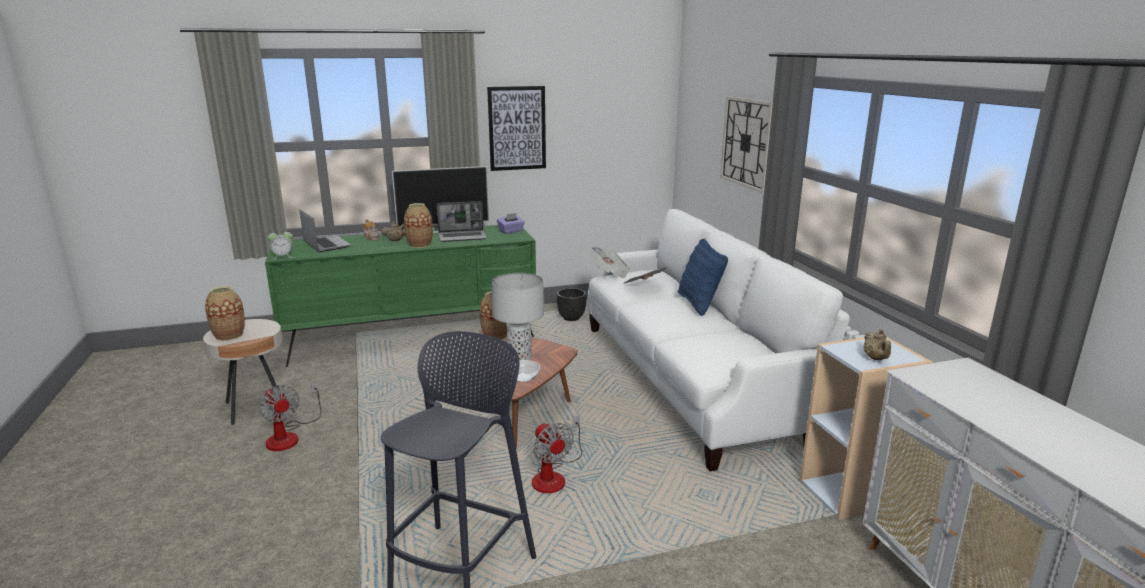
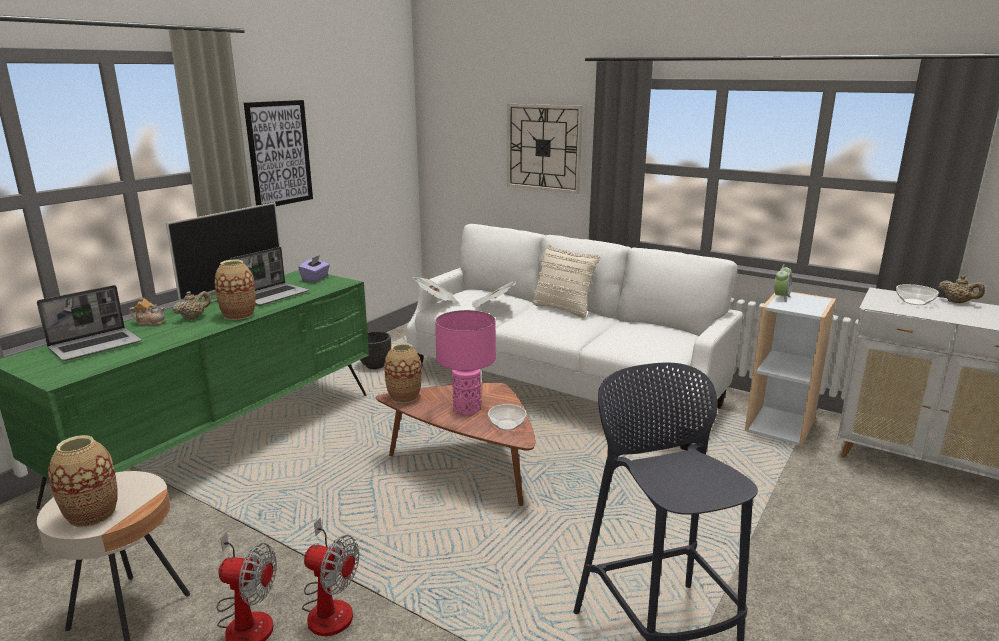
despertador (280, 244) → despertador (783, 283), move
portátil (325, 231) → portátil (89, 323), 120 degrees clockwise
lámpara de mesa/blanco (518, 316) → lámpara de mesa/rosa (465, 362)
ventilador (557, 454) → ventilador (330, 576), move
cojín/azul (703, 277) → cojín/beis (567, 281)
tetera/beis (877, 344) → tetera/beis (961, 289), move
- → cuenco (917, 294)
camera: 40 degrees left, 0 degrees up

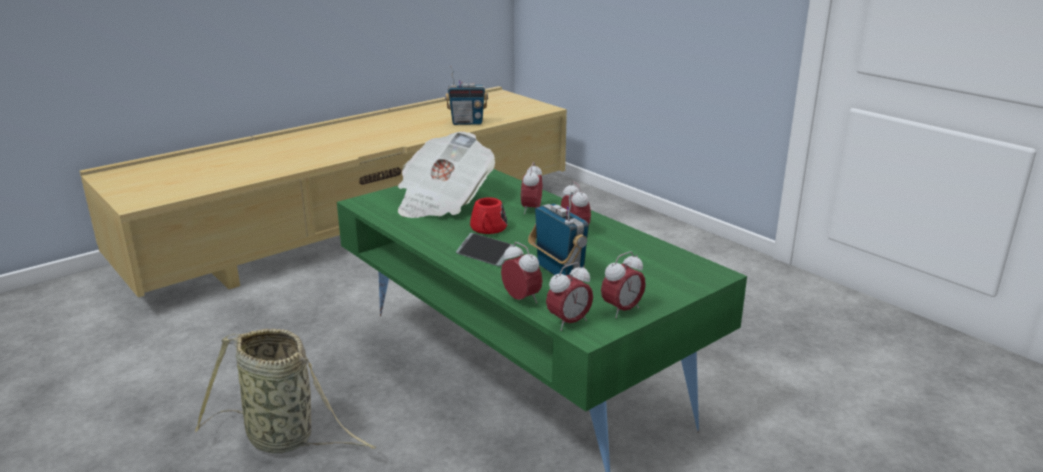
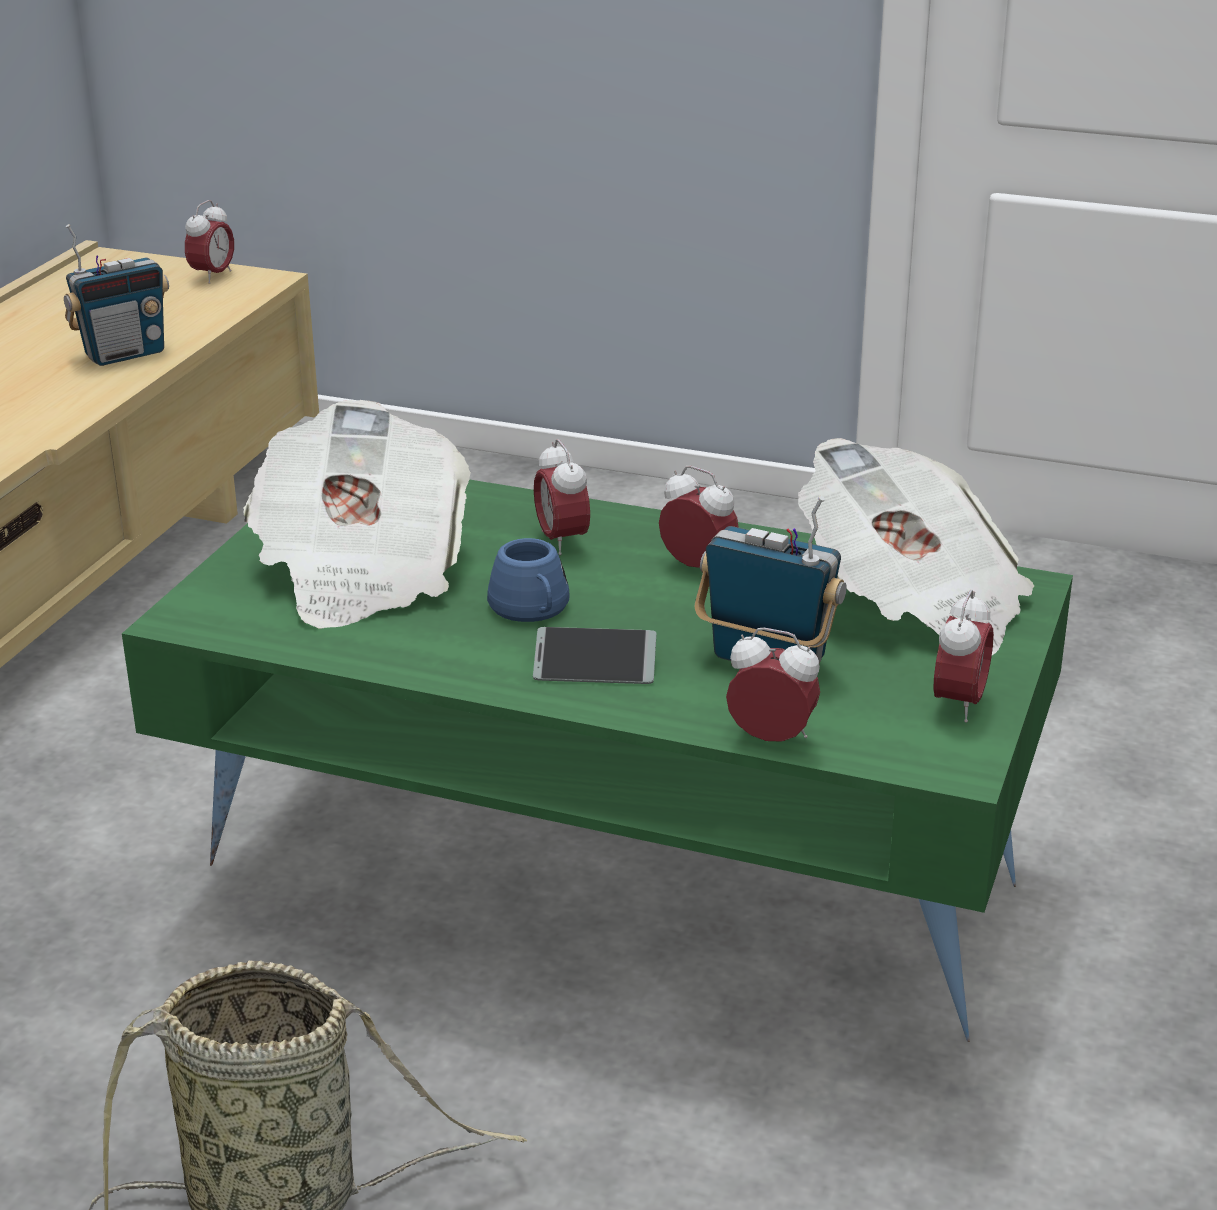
taza grande/rojo (488, 215) → taza grande/azul (528, 580)
despertador (569, 297) → despertador (209, 242), move
- → periódico (916, 546)
camera: 30 degrees left, 5 degrees up

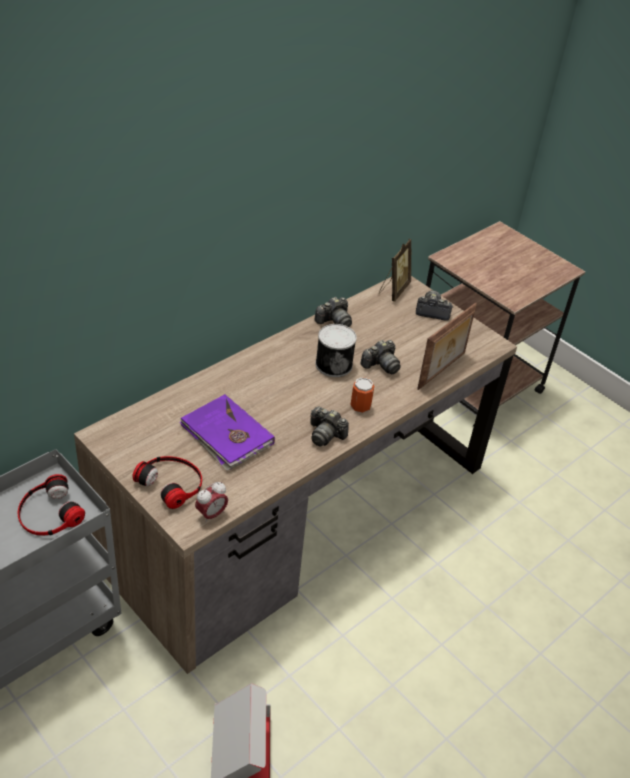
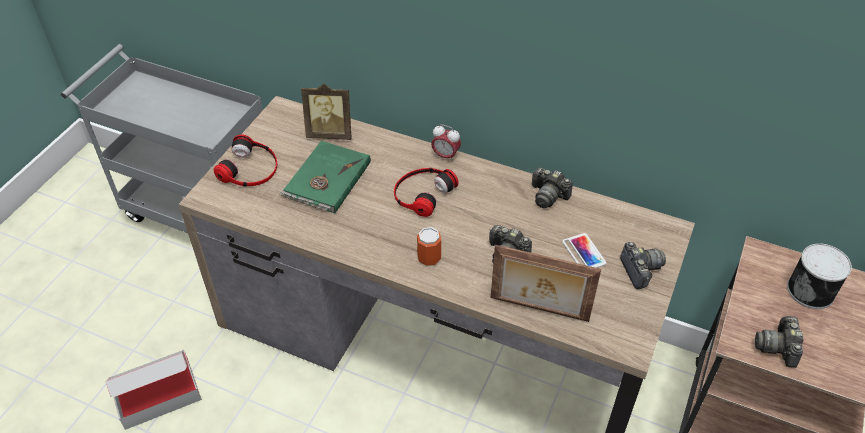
auriculares (51, 505) → auriculares (426, 192), move
libro/morado (227, 432) → libro/verde (325, 177)
despertador (211, 502) → despertador (446, 143), move
cámara (329, 426) → cámara (779, 341), move
lata (336, 350) → lata (819, 276), move
portarretratos (395, 270) → portarretratos (326, 112), move
- → móvil (584, 250)
camera: 70 degrees right, 5 degrees up

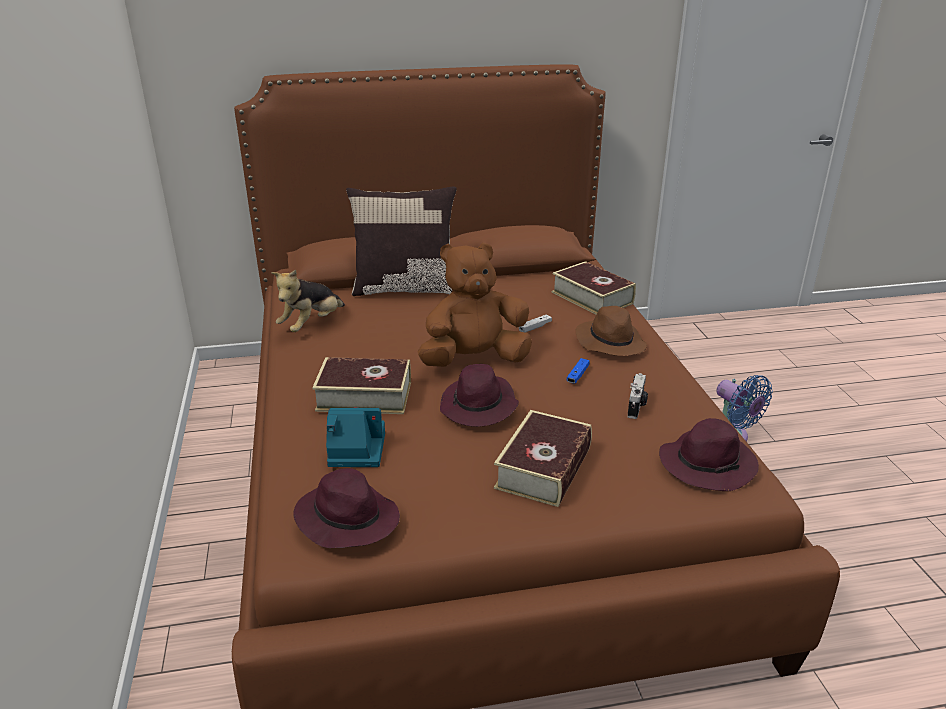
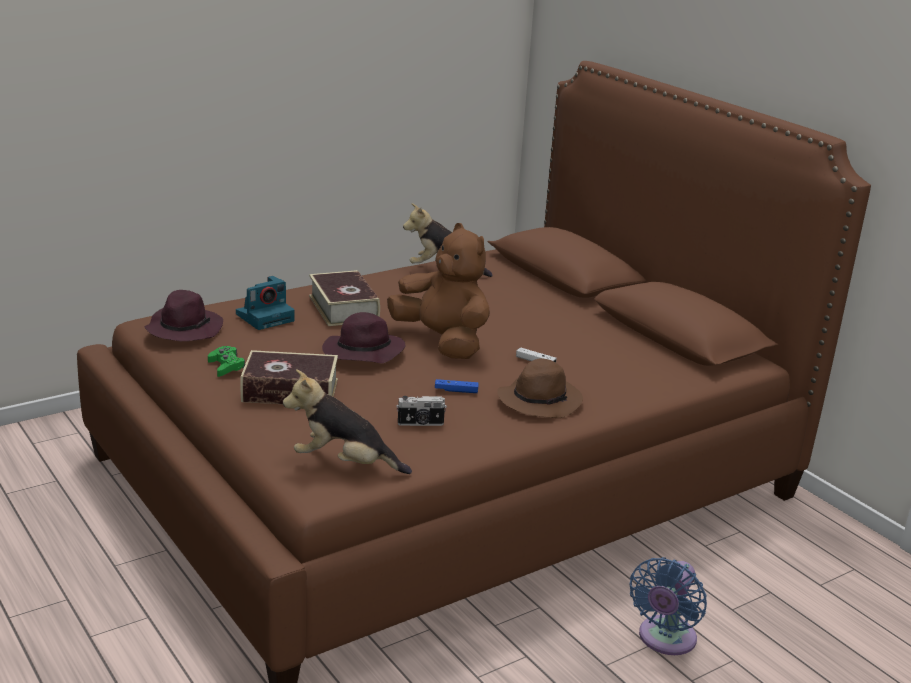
cámara (355, 437) → cámara (265, 303), 75 degrees clockwise
cojín (401, 241) → -
libro (594, 287) → -
sombrero/morado (709, 454) → peluche (347, 421)
- → mando de consola/verde (226, 361)
camera: 65 degrees right, 5 degrees down

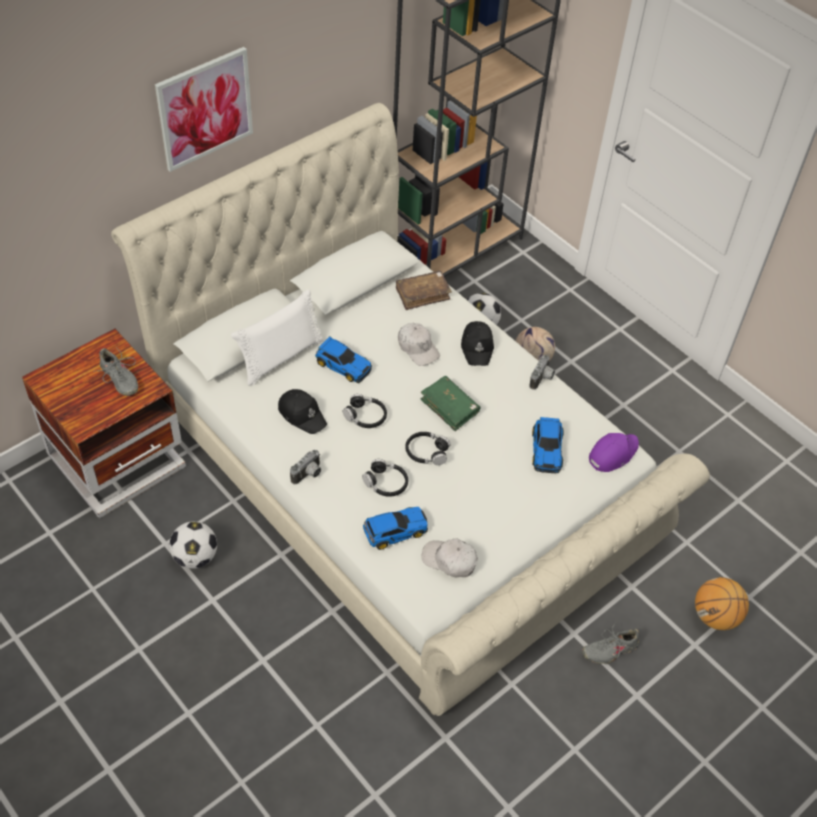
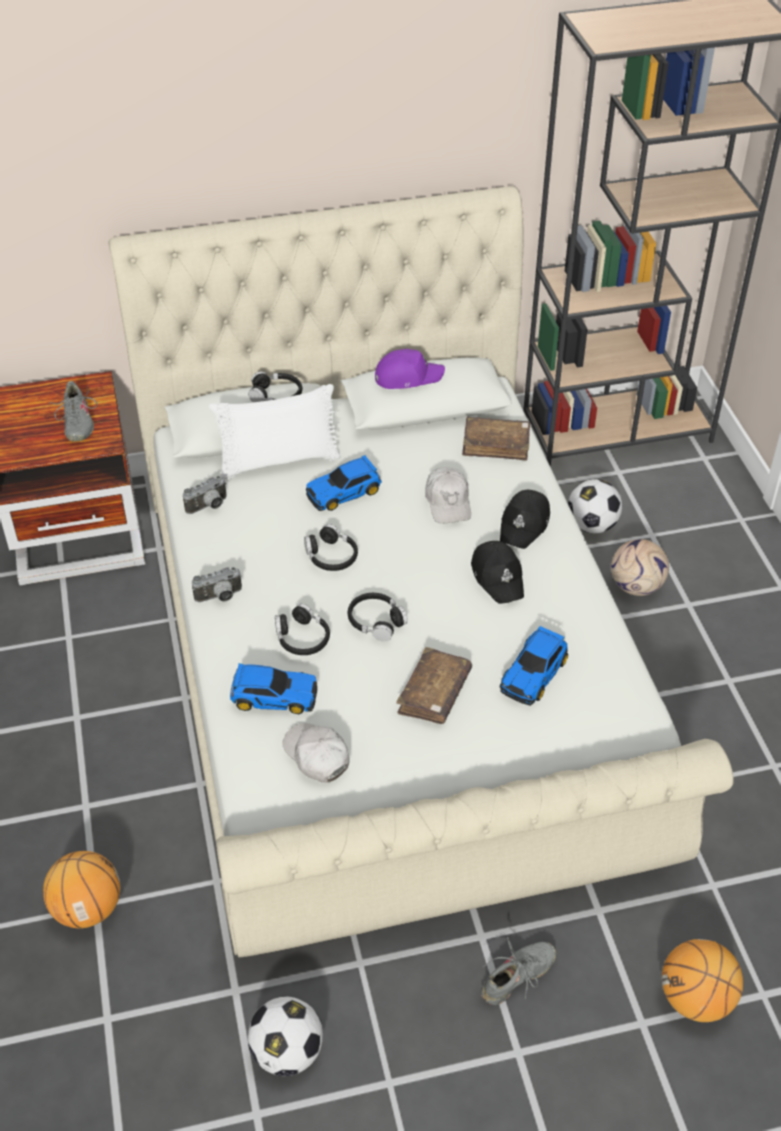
cuadro (204, 109) → -
balón de fútbol (193, 545) → balón de fútbol (285, 1036), move
gorra/negro (302, 411) → gorra/negro (497, 572), move
coche de juguete (343, 359) → coche de juguete (344, 483), 90 degrees clockwise
libro/verde (450, 403) → -
cámara (542, 372) → cámara (205, 495), move
zapato/gris (611, 643) → zapato/gris (519, 971), 135 degrees clockwise
gorra/morado (614, 452) → gorra/morado (410, 369), move
- → balón de baloncesto (81, 889)
- → auriculares/negro (275, 386)
- → libro/marrón (434, 685)
camera: 30 degrees right, 5 degrees down

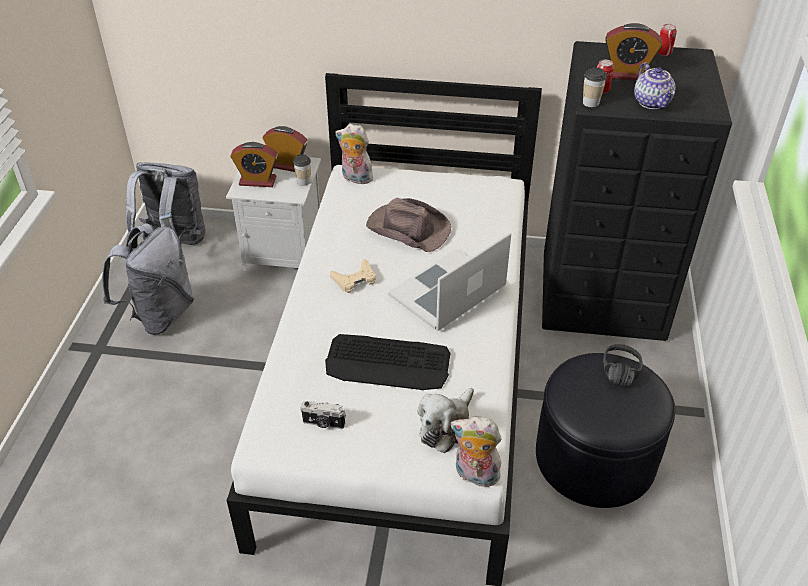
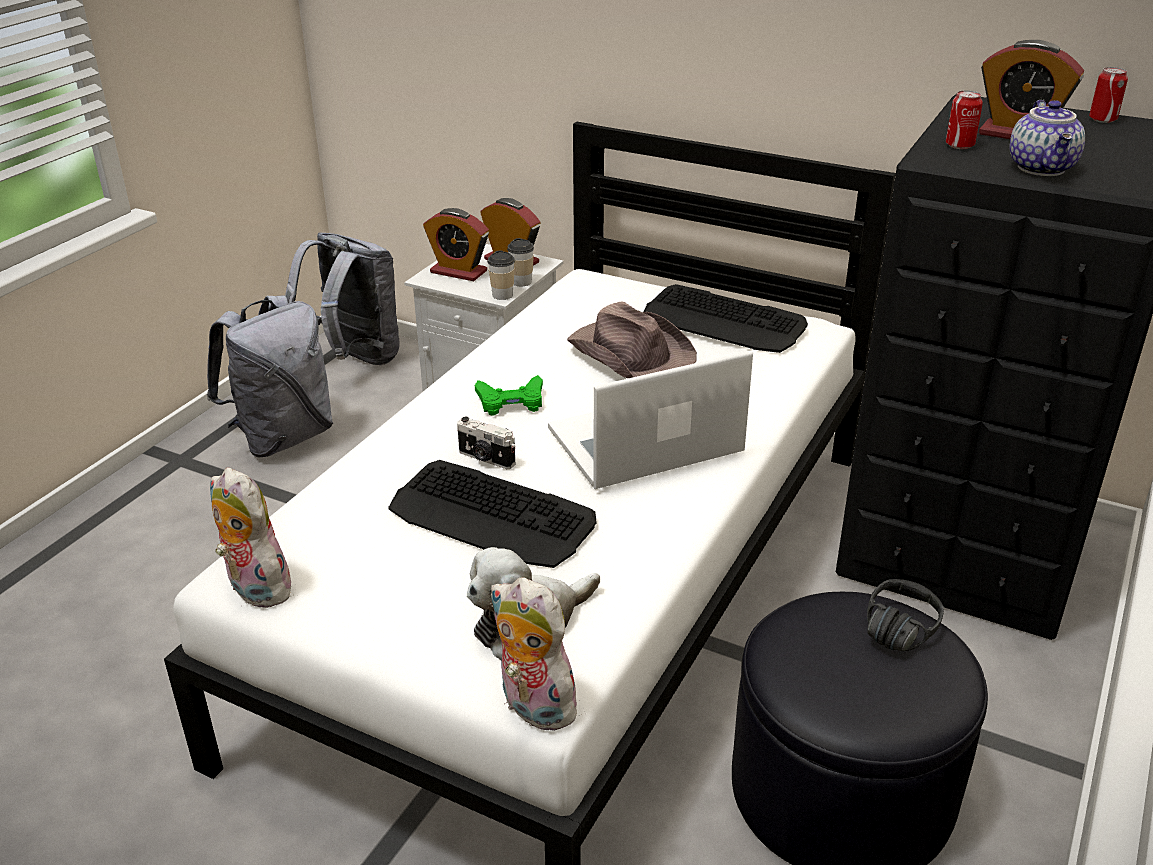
cámara (323, 415) → cámara (486, 442), move
mando de consola/beis (353, 276) → mando de consola/verde (509, 395)
peluche (354, 154) → peluche (250, 538), move
taza (595, 87) → taza (501, 275), move
- → teclado (726, 318)
camera: 20 degrees right, 10 degrees down

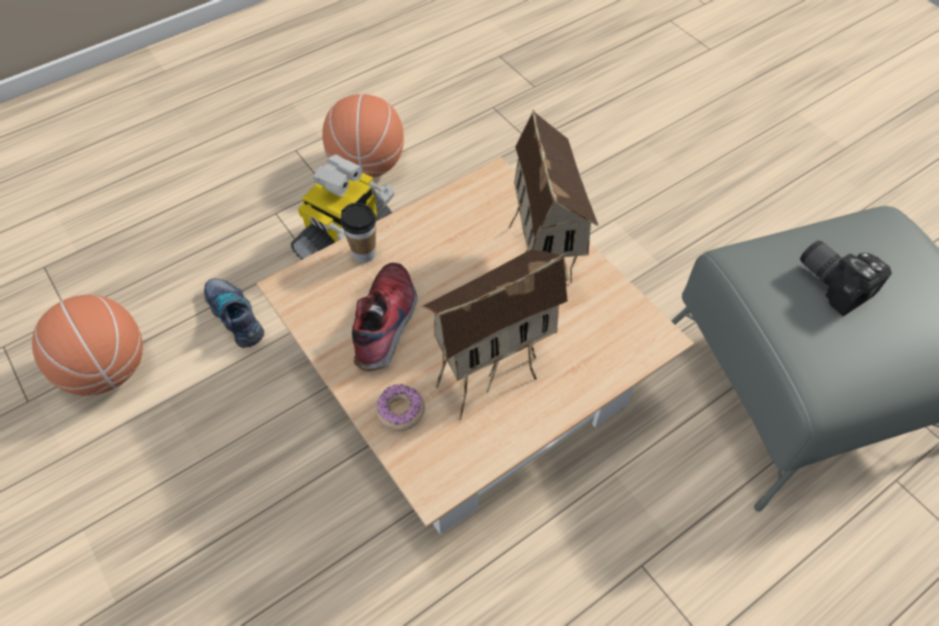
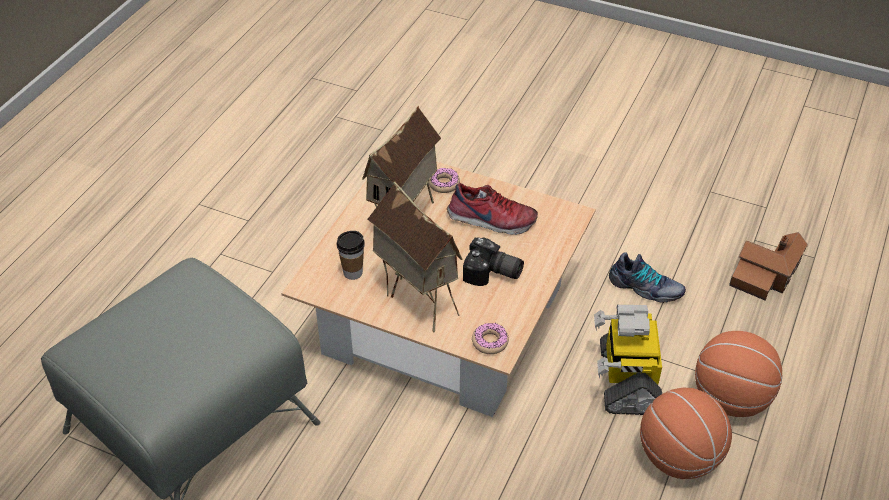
balón de baloncesto (87, 345) → balón de baloncesto (738, 374), move
taza (358, 233) → taza (351, 255), move
zapato (385, 317) → zapato (492, 209), 60 degrees counterclockwise
cámara (846, 278) → cámara (493, 261), move
- → rosquilla (490, 338)
- → casita (768, 266)
camera: 150 degrees right, 10 degrees down

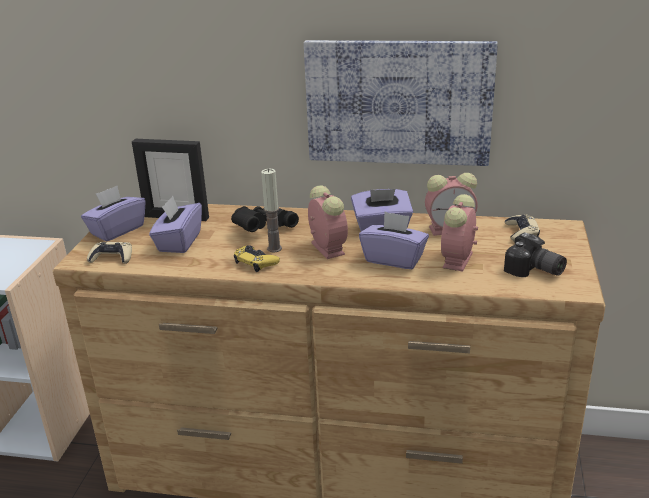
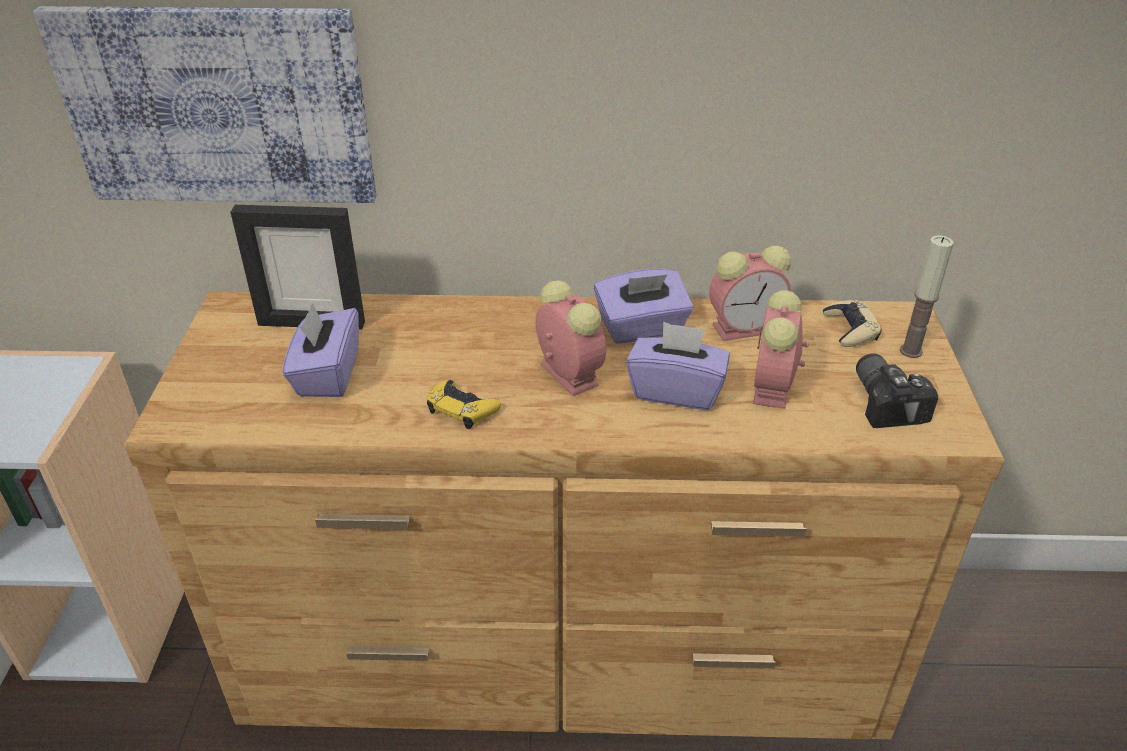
caja de pañuelos/morado (113, 214) → -
mando de consola/beis (109, 253) → -
prismáticos/negro (265, 219) → -
vela (271, 210) → vela (927, 296), move
cuadro (401, 103) → cuadro (204, 104), move
cámara (535, 254) → cámara (897, 390), 135 degrees counterclockwise
camera: 10 degrees left, 10 degrees up

